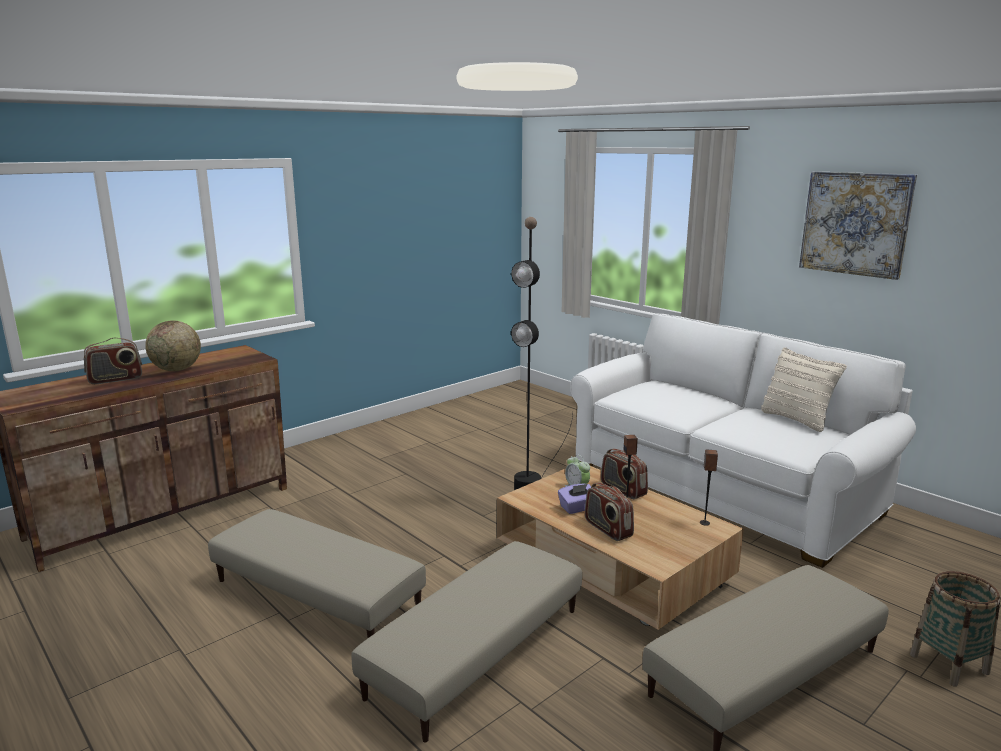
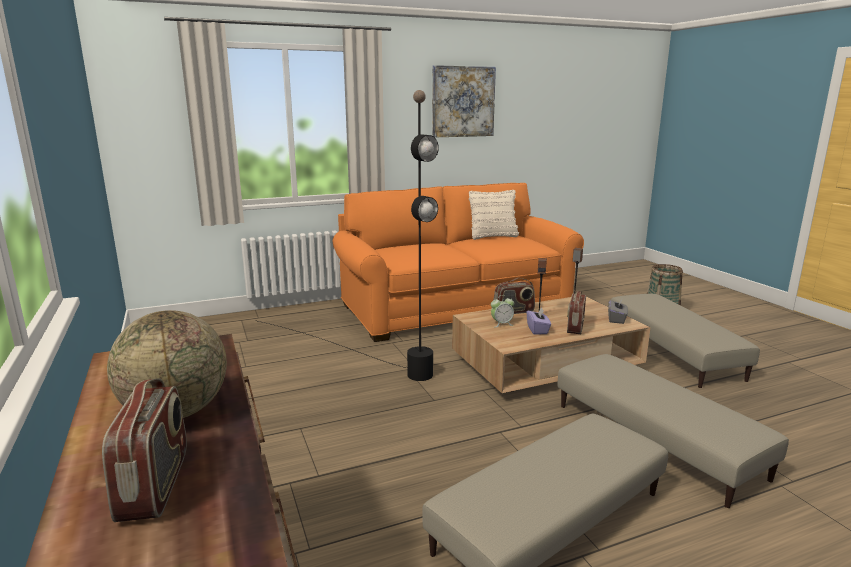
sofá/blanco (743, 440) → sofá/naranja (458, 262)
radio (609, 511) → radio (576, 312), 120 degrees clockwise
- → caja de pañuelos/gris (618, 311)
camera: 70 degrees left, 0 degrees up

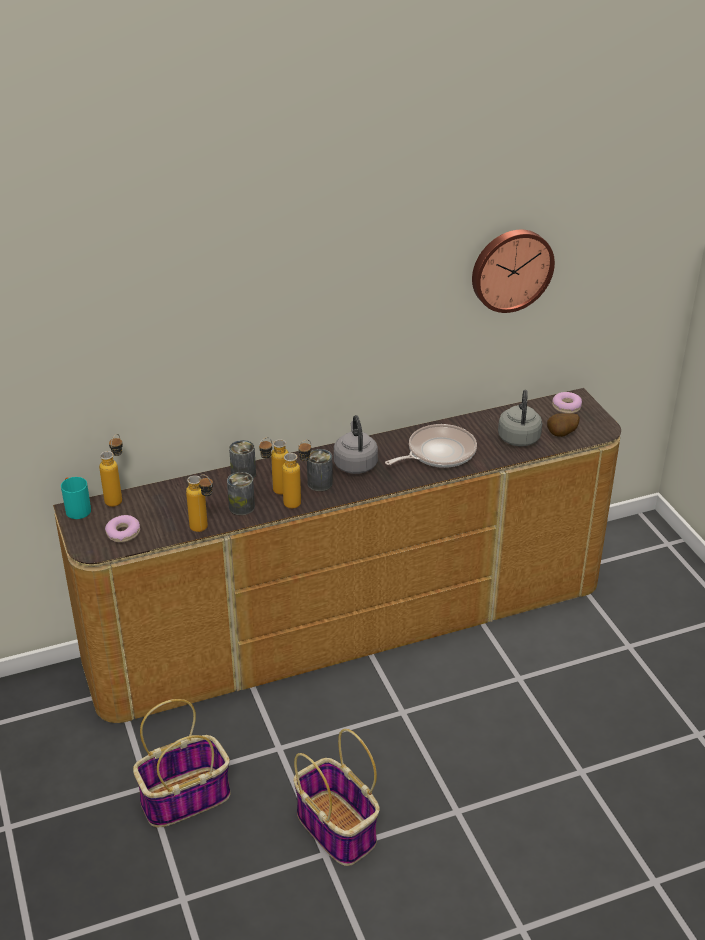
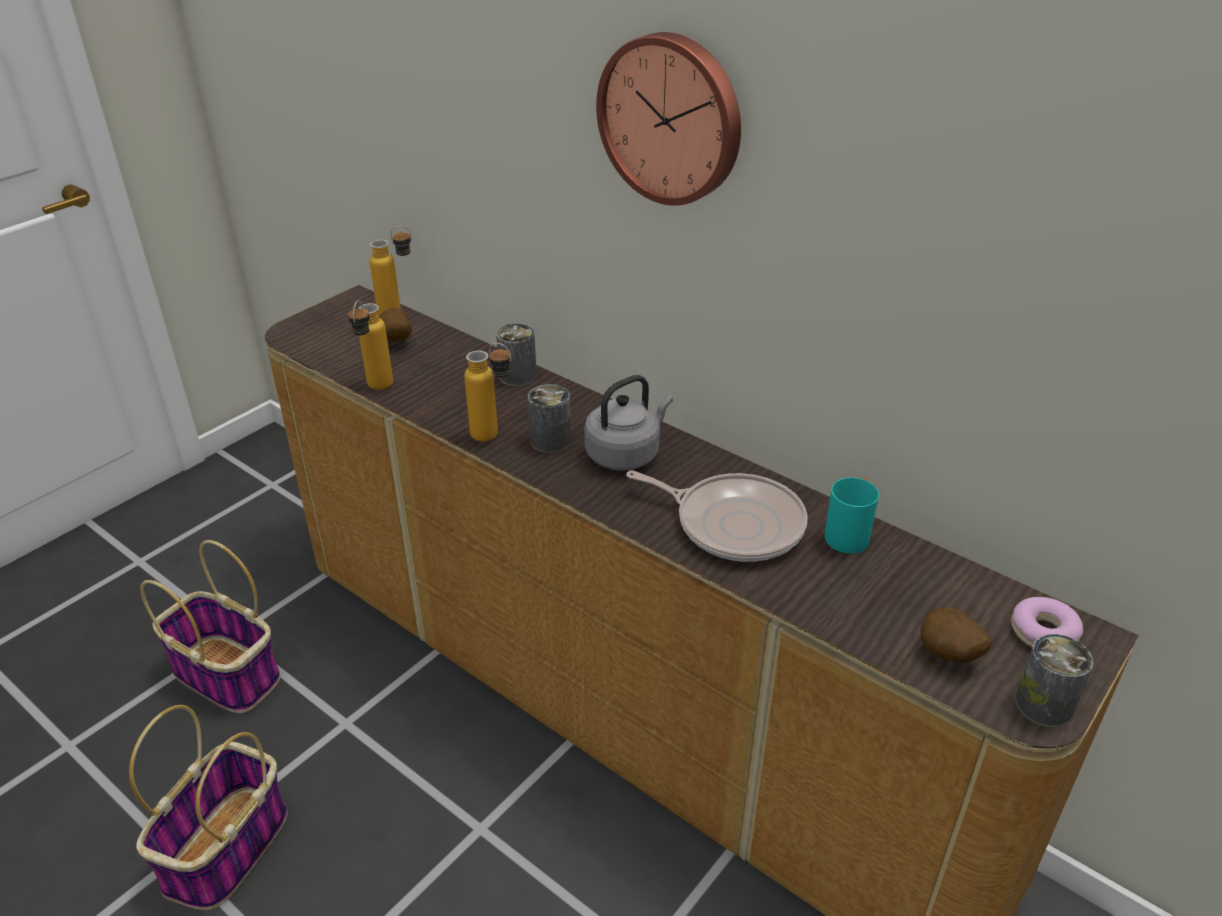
taza grande/turquesa (76, 498) → taza grande/turquesa (851, 515), move
rosquilla (122, 529) → -
lata (241, 493) → lata (1054, 680), move
botella (274, 466) → -
reloj de pared (513, 271) → reloj de pared (668, 119), move
hervidor/gris (520, 418) → -
- → patata (395, 325)
camera: 60 degrees right, 0 degrees up

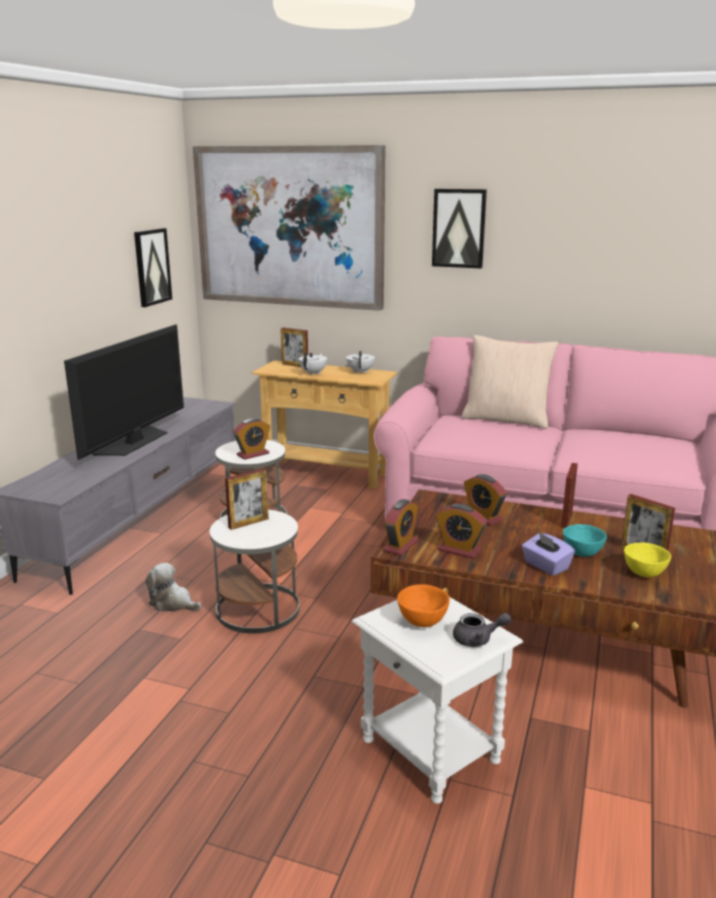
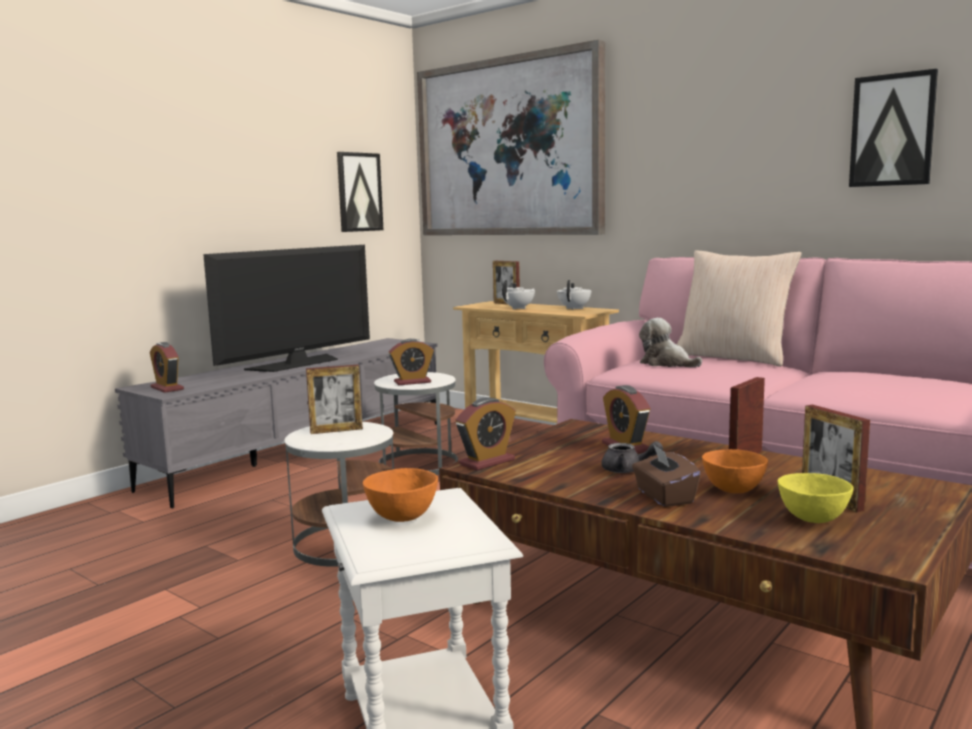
peluche (173, 587) → peluche (670, 342), move
cuadro (459, 229) → cuadro (893, 128), move
despertador (461, 531) → despertador (167, 367), move
tetera/gris (482, 630) → tetera/gris (632, 457), move
caja de pañuelos/morado (548, 554) → caja de pañuelos/marrón (666, 475)
cuenco/turquesa (585, 540) → cuenco/naranja (735, 471)
camera: 20 degrees right, 10 degrees down

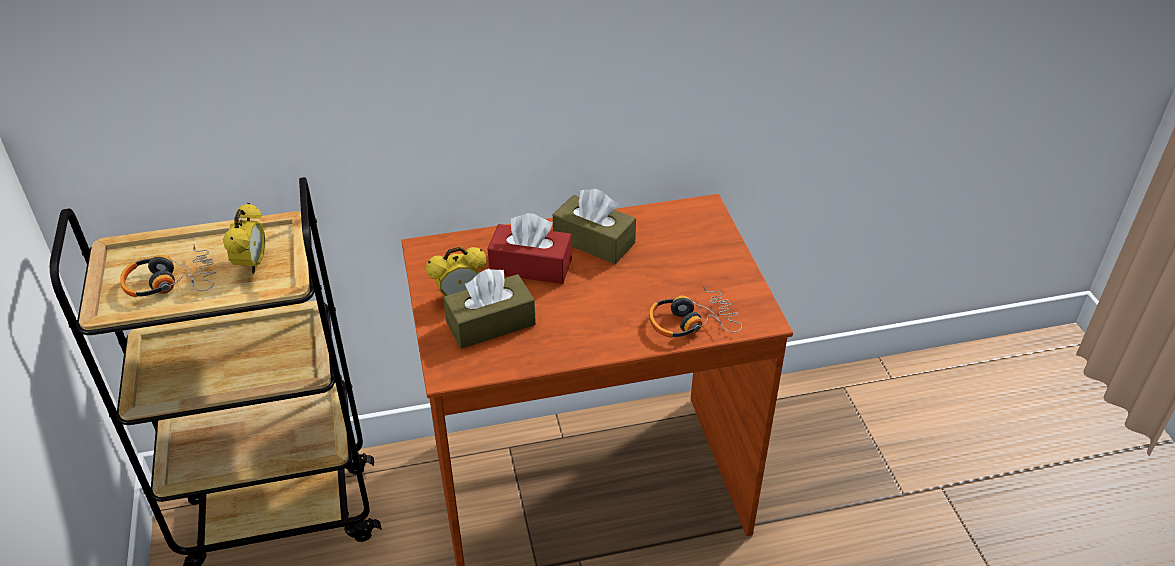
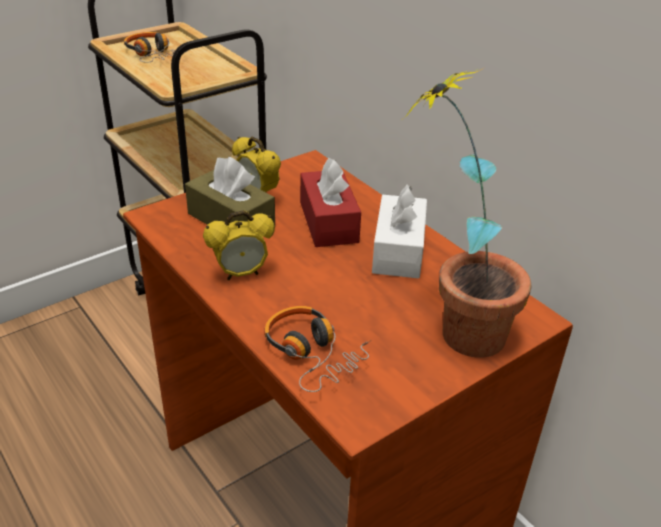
despertador (244, 238) → despertador (239, 245), move
caja de pañuelos/marrón (594, 226) → caja de pañuelos/blanco (399, 231)
- → planta en maceta (467, 213)
camera: 65 degrees right, 5 degrees down

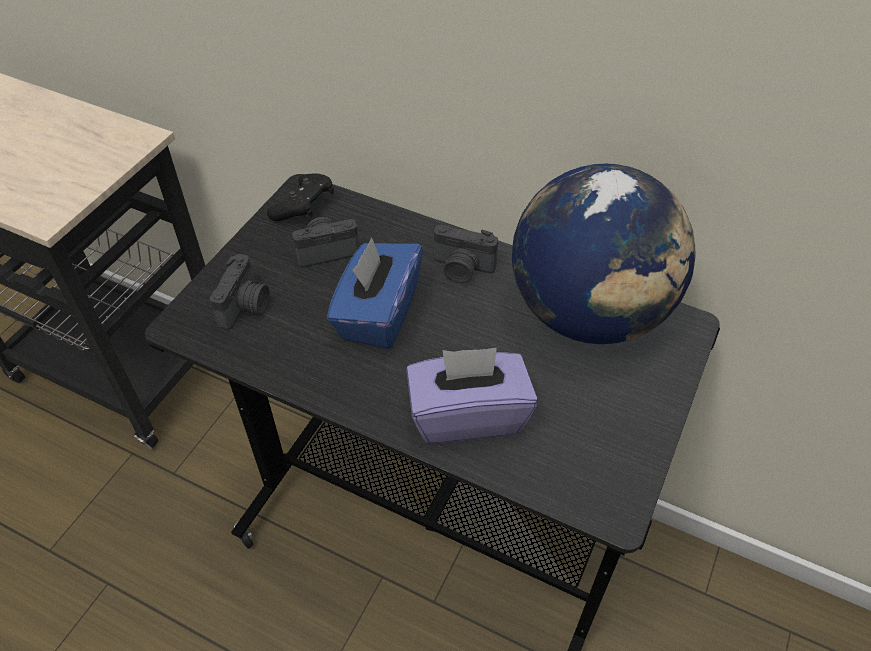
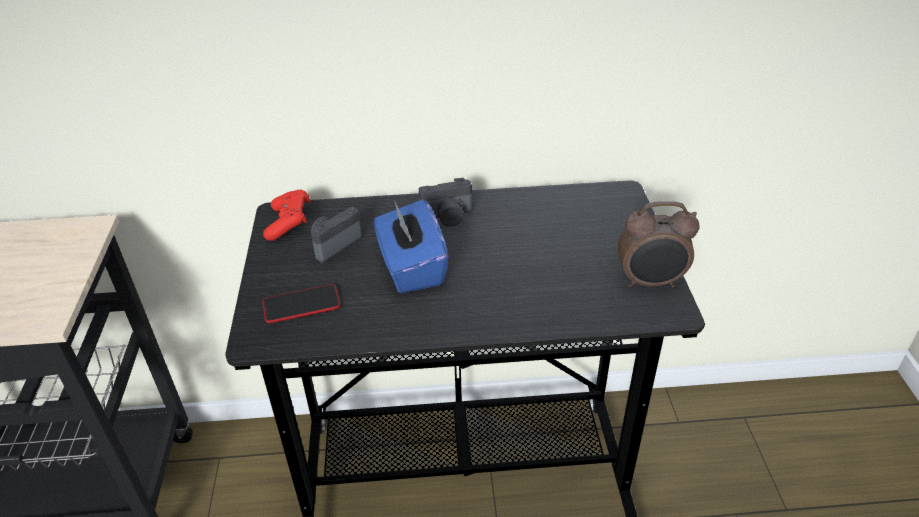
cámara (240, 292) → móvil (301, 304)
mando de consola/negro (300, 197) → mando de consola/rojo (287, 215)
caja de pañuelos/morado (472, 395) → -
globo terráqueo (604, 254) → -
- → despertador (659, 244)
camera: 30 degrees left, 10 degrees down

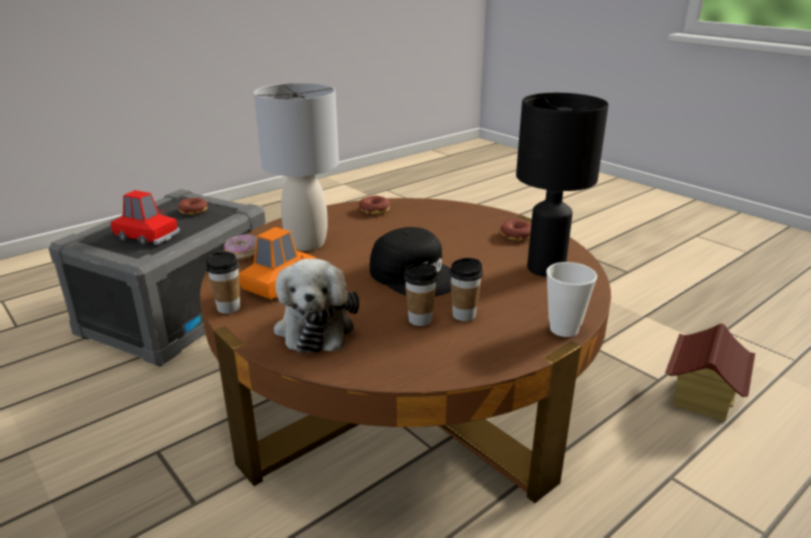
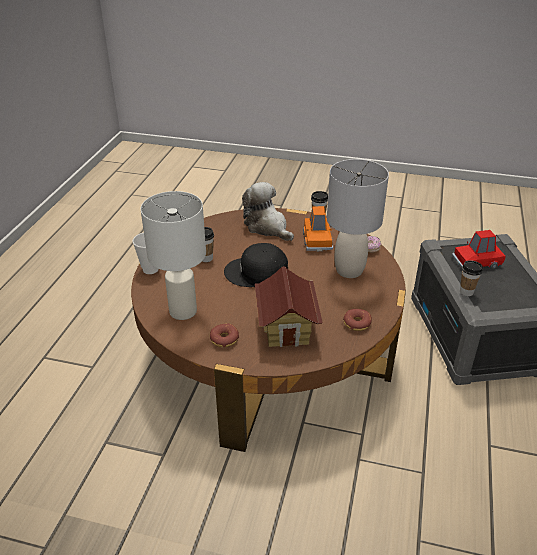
rosquilla (193, 206) → -
taza (421, 294) → taza (471, 278), move
lámpara de mesa/negro (562, 185) → lámpara de mesa/blanco (173, 255)
casita (710, 372) → casita (289, 306), move
camera: 145 degrees right, 10 degrees up

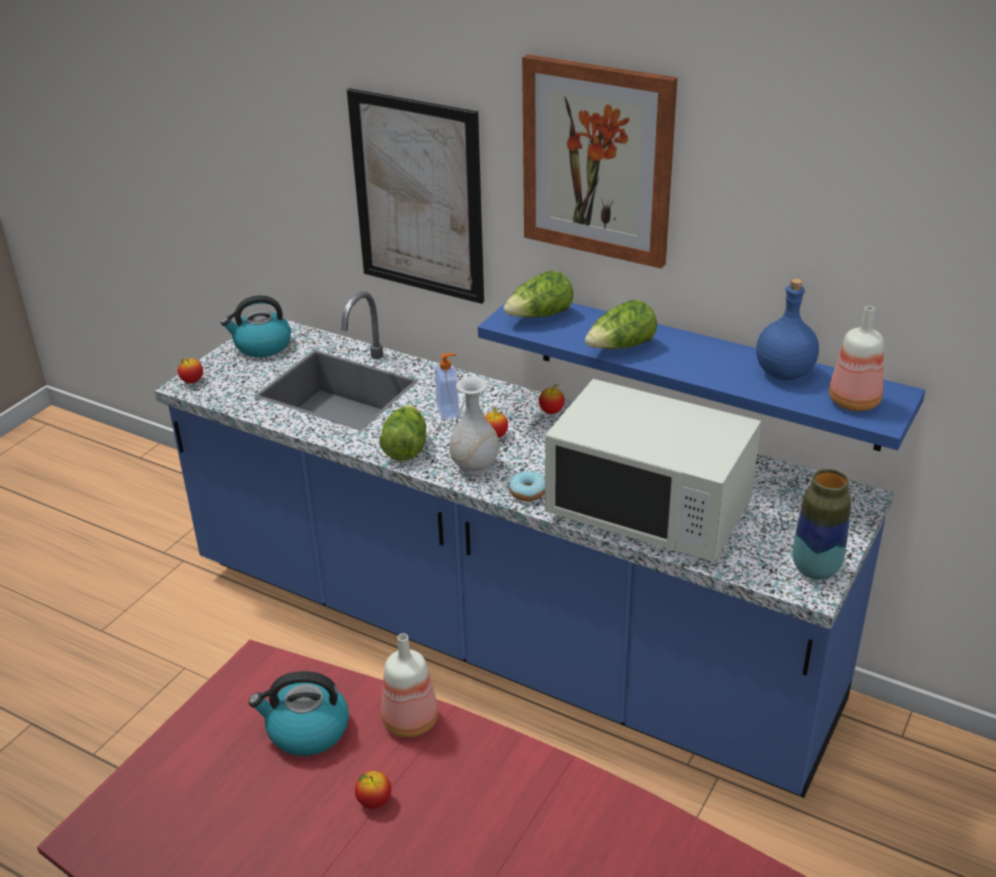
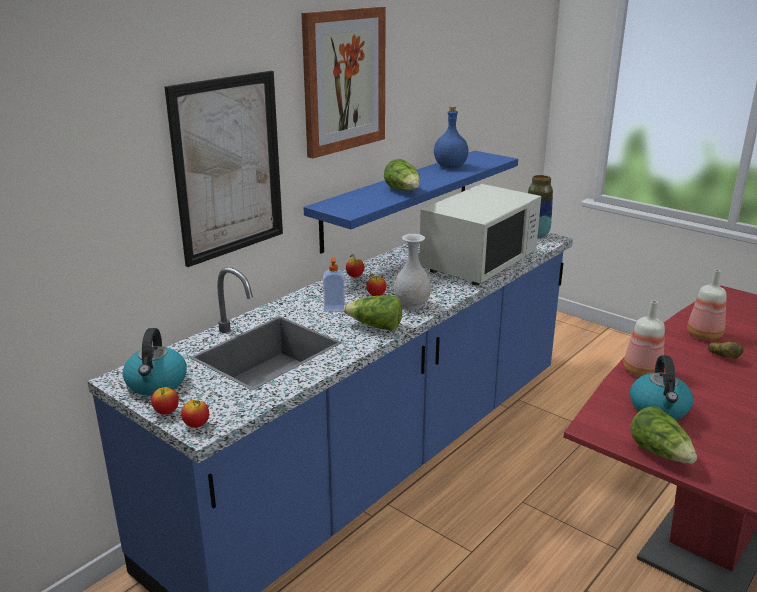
manzana (373, 790) → manzana (165, 401), move
lechuga (538, 294) → lechuga (663, 435), move
rosquilla (527, 486) → -
botella (856, 358) → botella (707, 304), move
- → patata (726, 350)
camera: 80 degrees left, 10 degrees down

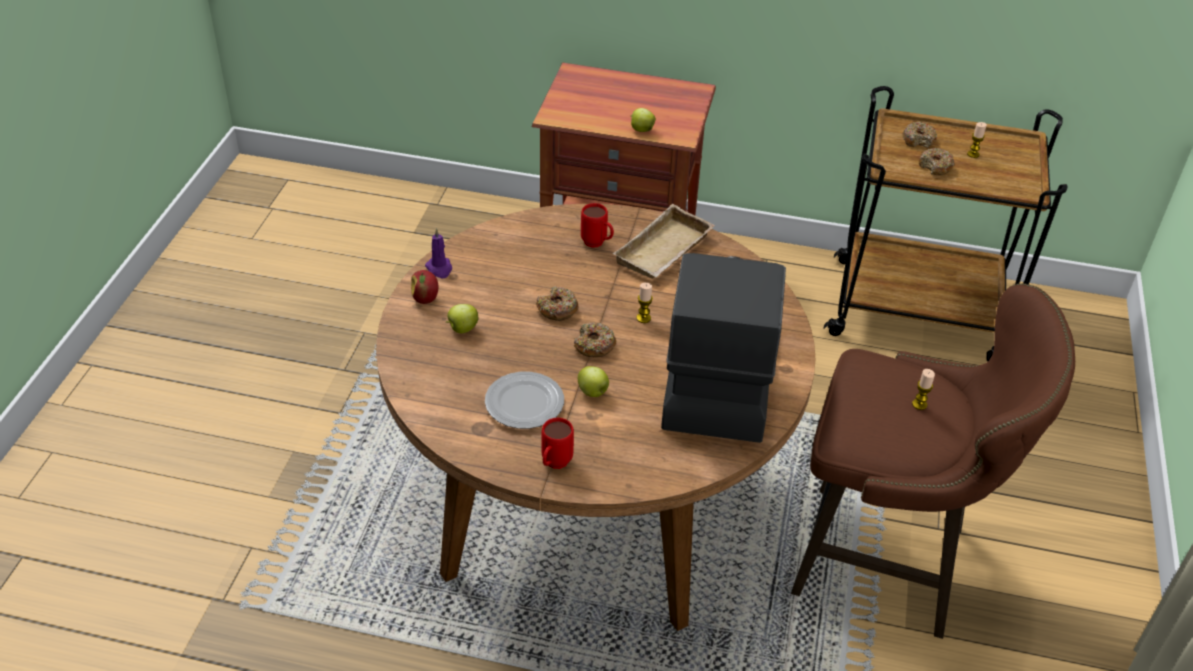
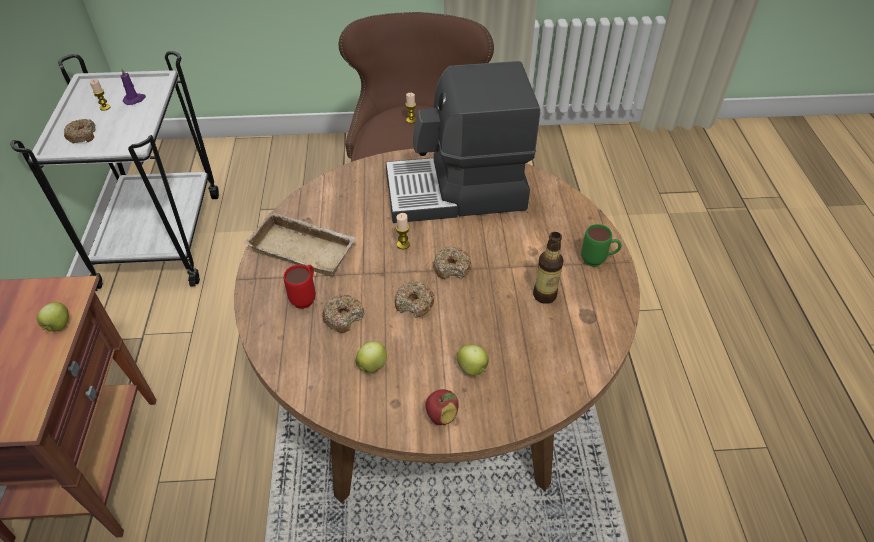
vela/morado (438, 253) → vela/morado (133, 87), move
plato (524, 400) → botella (548, 268)
taza grande/rojo (558, 443) → taza grande/verde (601, 245)
manzana (593, 381) → manzana (371, 357), move
carrito/marrón (946, 223) → carrito/blanco (114, 171)
rosquilla (937, 161) → rosquilla (343, 314), move
camera: 105 degrees left, 5 degrees up

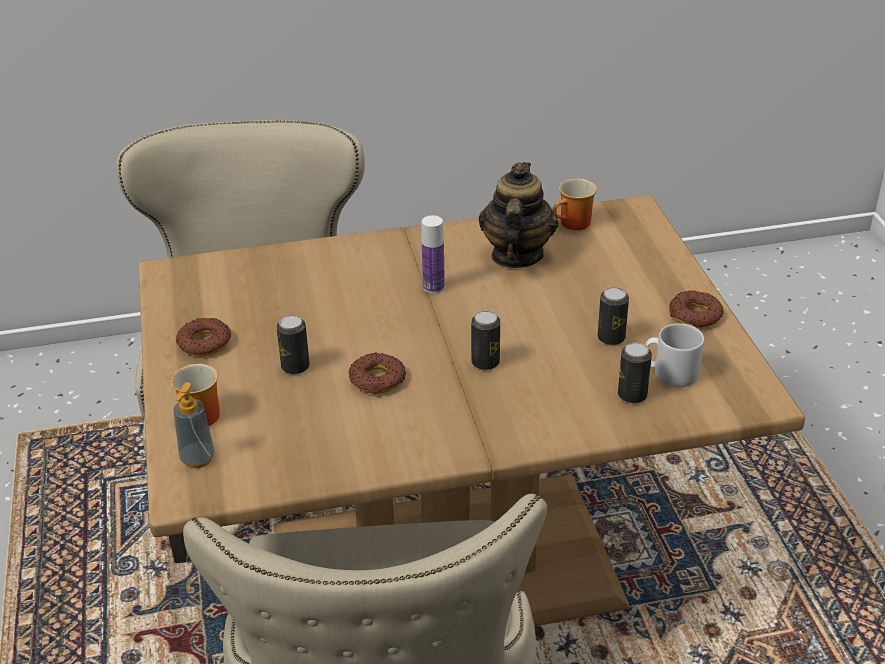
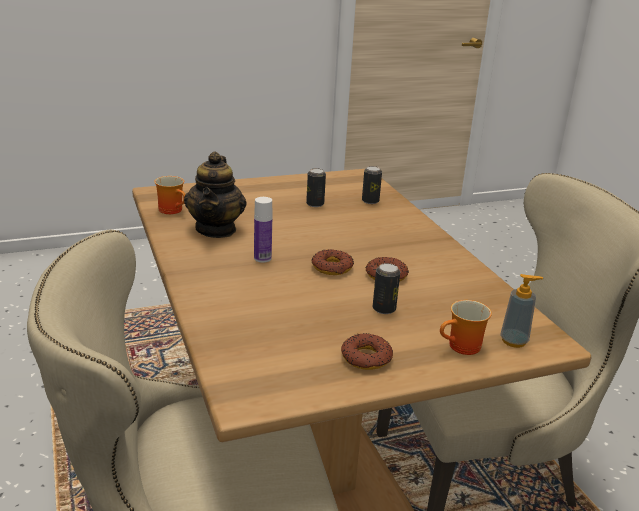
lata (485, 340) → -
tetera (518, 215) → tetera (215, 194), 90 degrees counterclockwise
taza grande/gris (674, 355) → -
rosquilla (696, 309) → rosquilla (333, 262), move
camera: 100 degrees left, 10 degrees down

